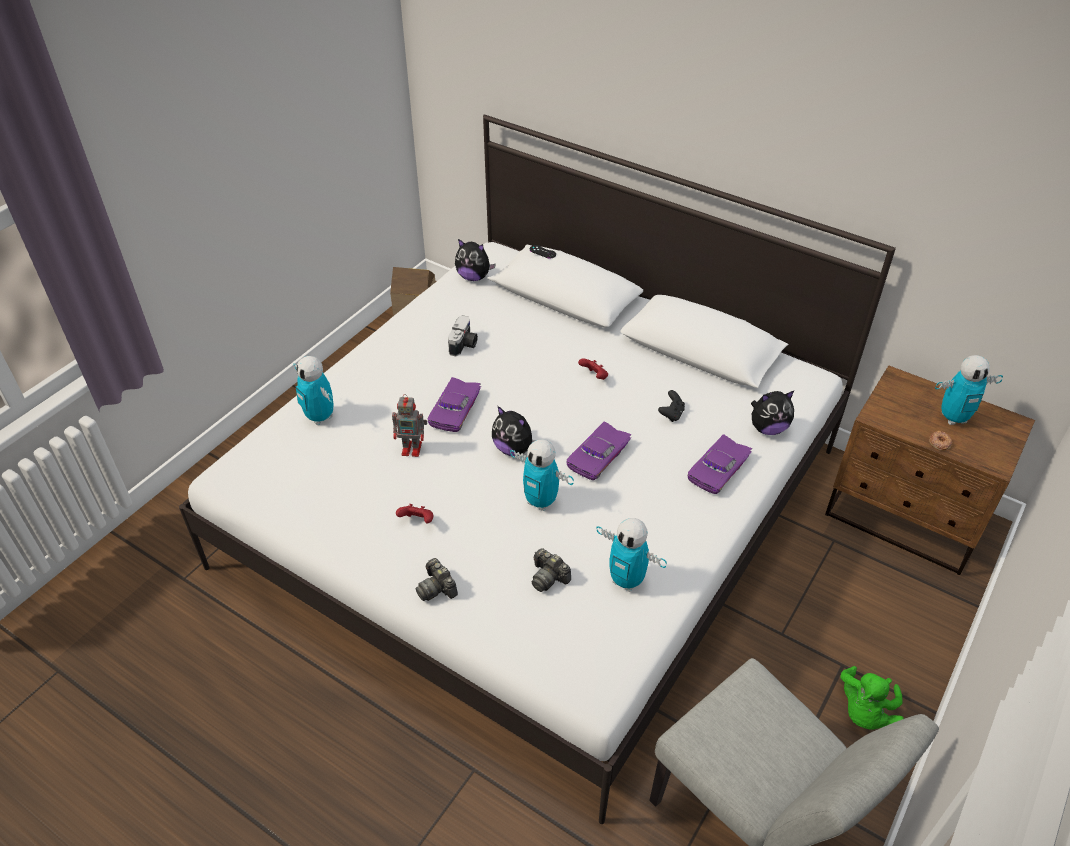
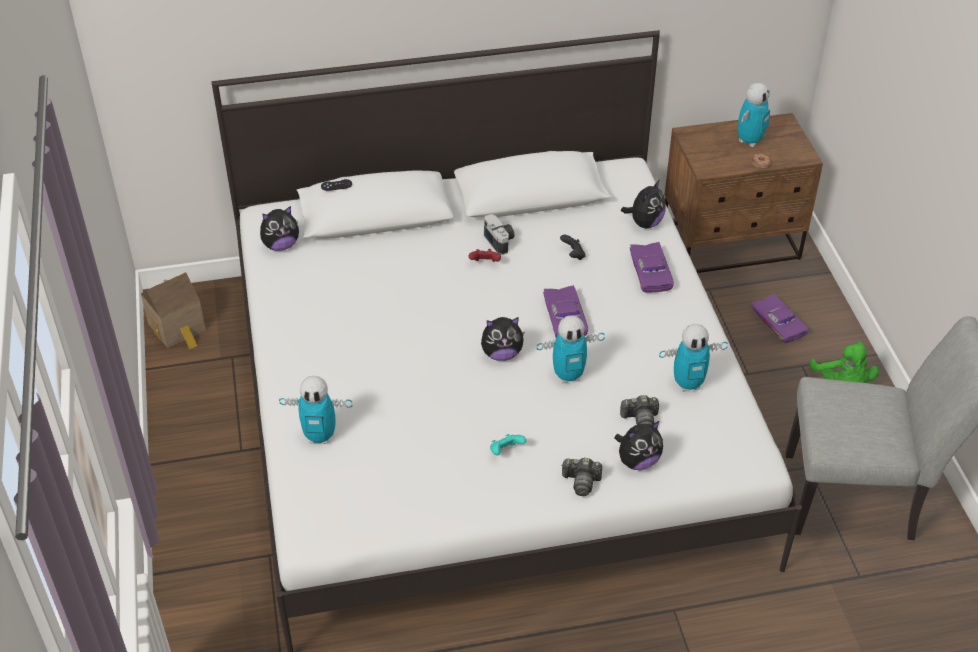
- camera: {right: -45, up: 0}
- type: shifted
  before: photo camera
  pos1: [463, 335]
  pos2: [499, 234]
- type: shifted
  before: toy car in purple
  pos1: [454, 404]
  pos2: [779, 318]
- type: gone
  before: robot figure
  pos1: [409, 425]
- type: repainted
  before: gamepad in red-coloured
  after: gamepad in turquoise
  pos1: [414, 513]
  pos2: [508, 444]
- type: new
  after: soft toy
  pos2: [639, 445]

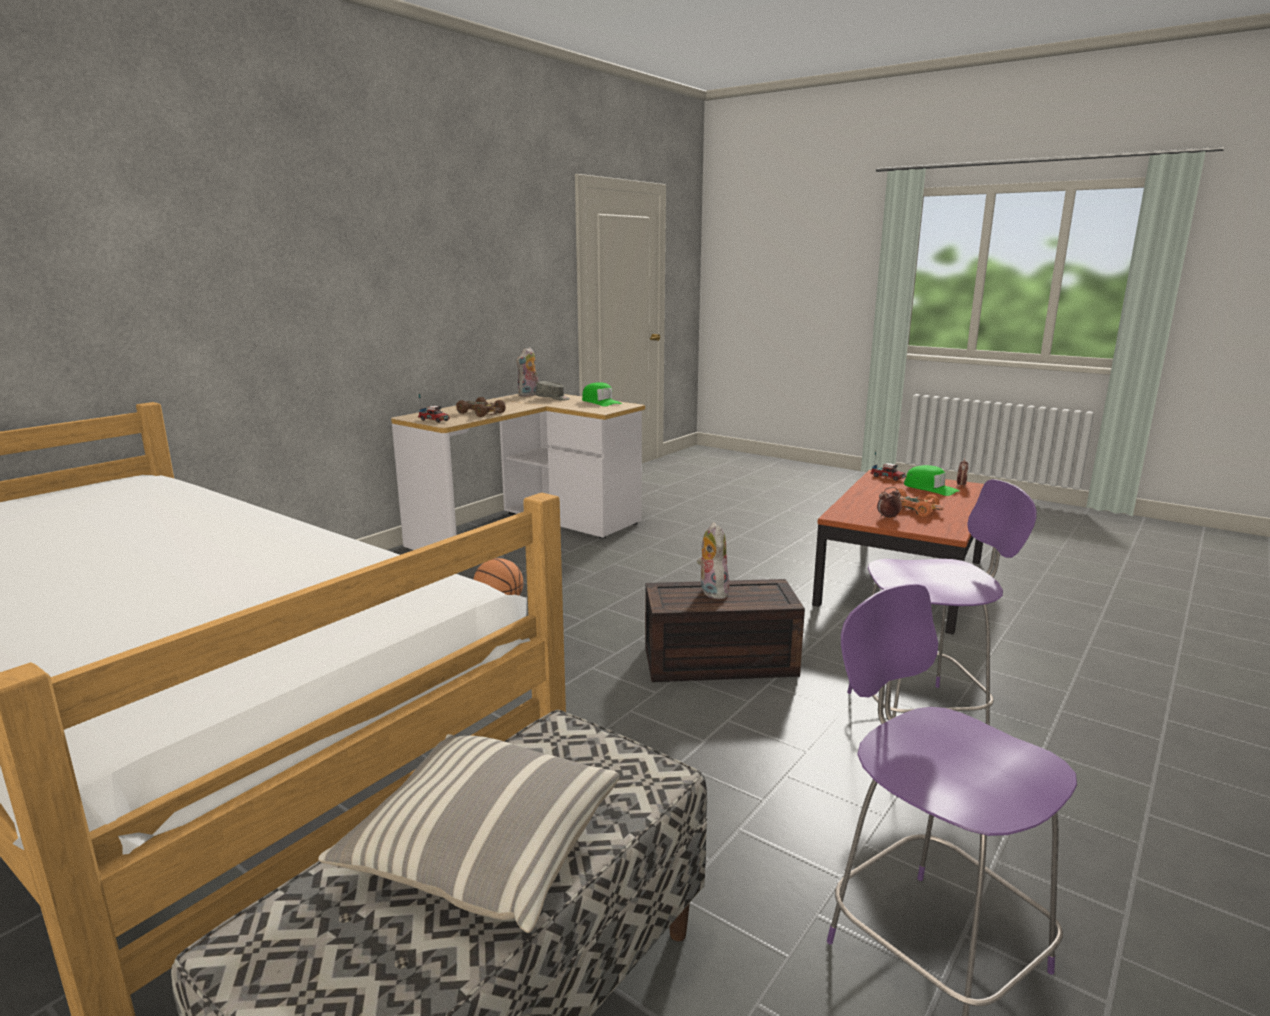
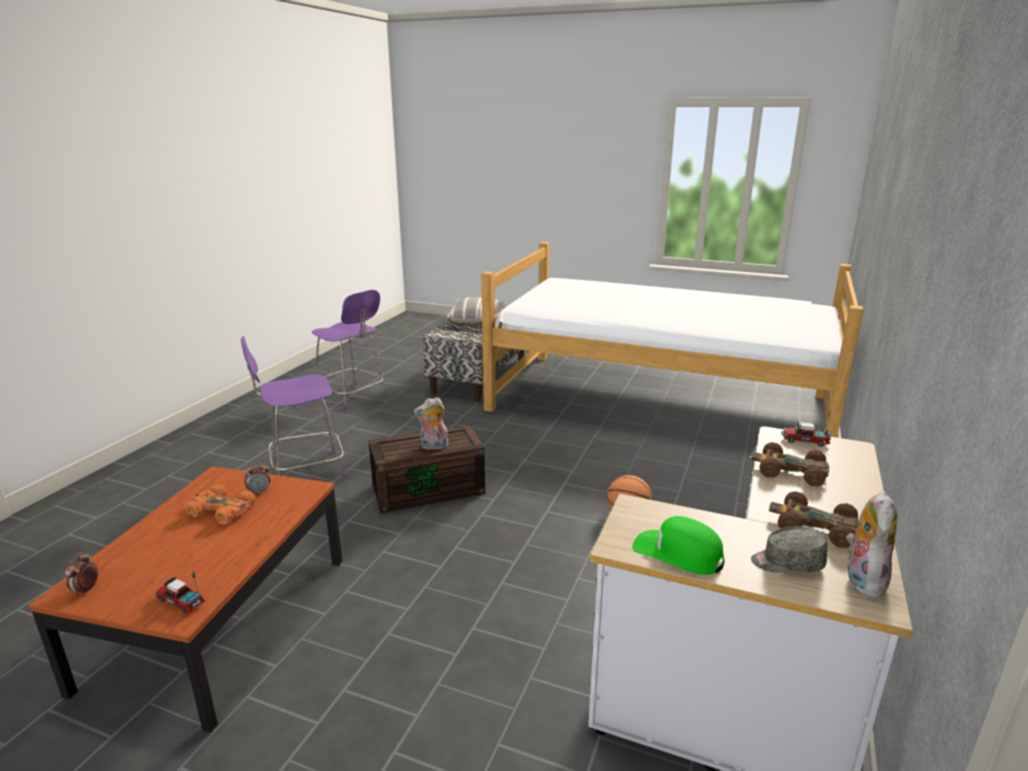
- camera: {right: 165, up: 5}
- type: gone
  before: baseball cap in green
  pos1: [932, 480]
- type: rotated
  before: soft toy
  pos1: [713, 560]
  pos2: [431, 423]
  turn: 105
- type: new
  after: toy car in brownish
  pos2: [814, 519]

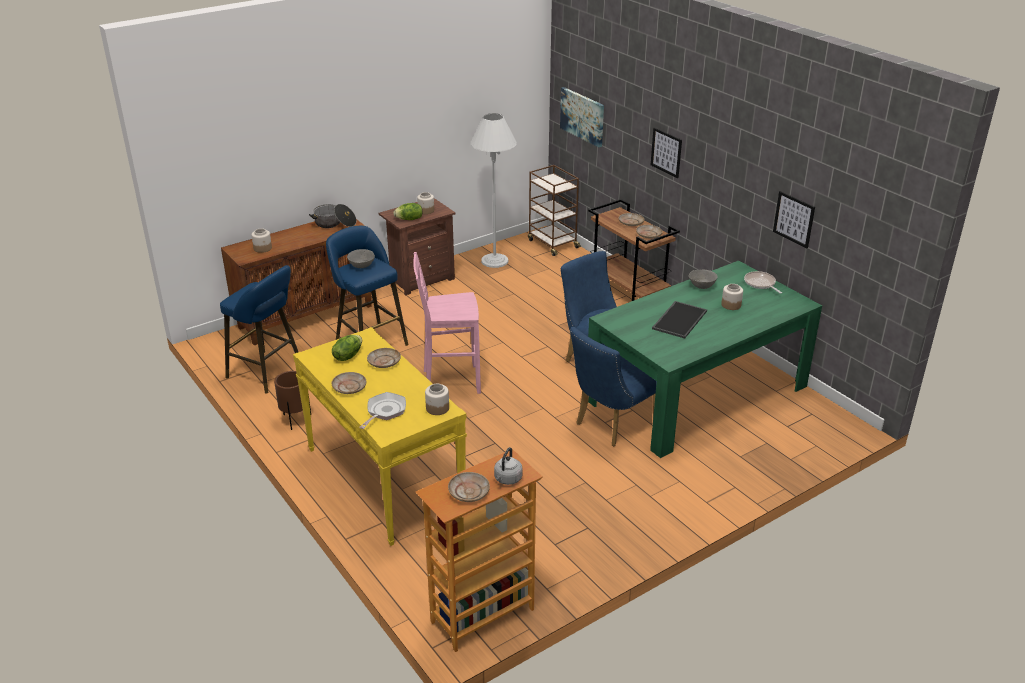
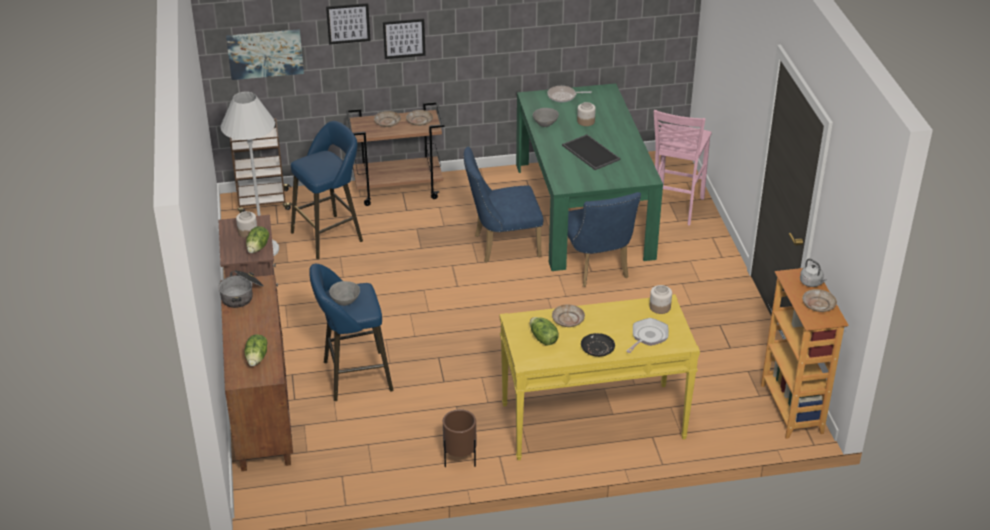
- camera: {right: -65, up: 5}
- type: shifted
  before: wall art
  pos1: [794, 220]
  pos2: [348, 24]
- type: swapped
  before: preserve jar
  after: head of lettuce
  pos1: [261, 240]
  pos2: [256, 350]
- type: shifted
  before: stool in pink-coloured
  pos1: [447, 323]
  pos2: [683, 167]
- type: shifted
  before: stool in bluish
  pos1: [259, 329]
  pos2: [327, 190]
- type: repainted
  before: flat dish in beige
  after: flat dish in black
  pos1: [349, 383]
  pos2: [598, 345]
- type: rotated
  before: skillet
  pos1: [382, 410]
  pos2: [647, 335]
  turn: 75

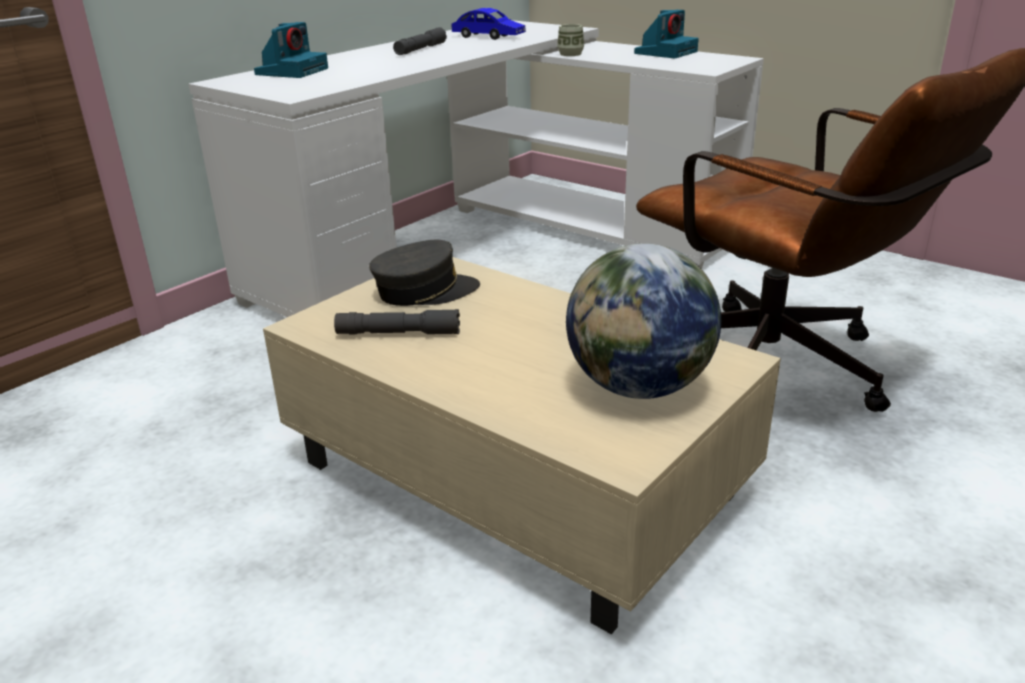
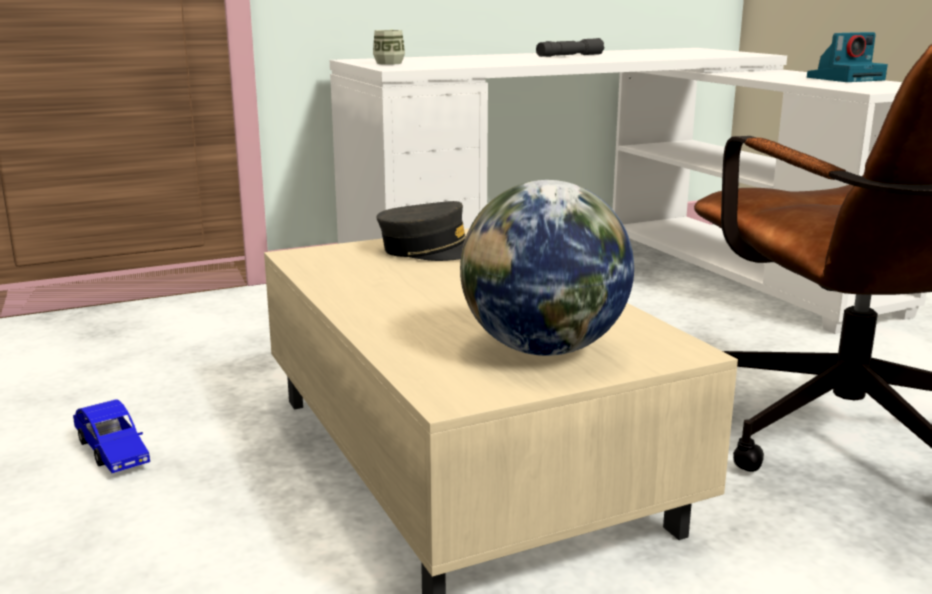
- camera: {right: 25, up: -10}
- type: shifted
  before: toy car in bluish
  pos1: [488, 24]
  pos2: [111, 436]
- type: gone
  before: photo camera
  pos1: [291, 50]
- type: shifted
  before: small cup
  pos1: [570, 40]
  pos2: [389, 47]
- type: gone
  before: flashlight in grey
  pos1: [397, 322]

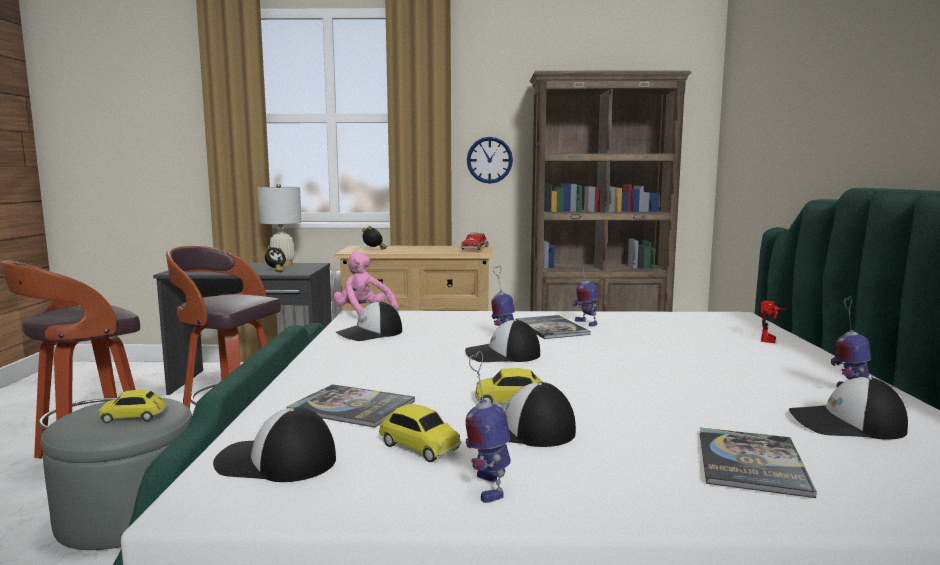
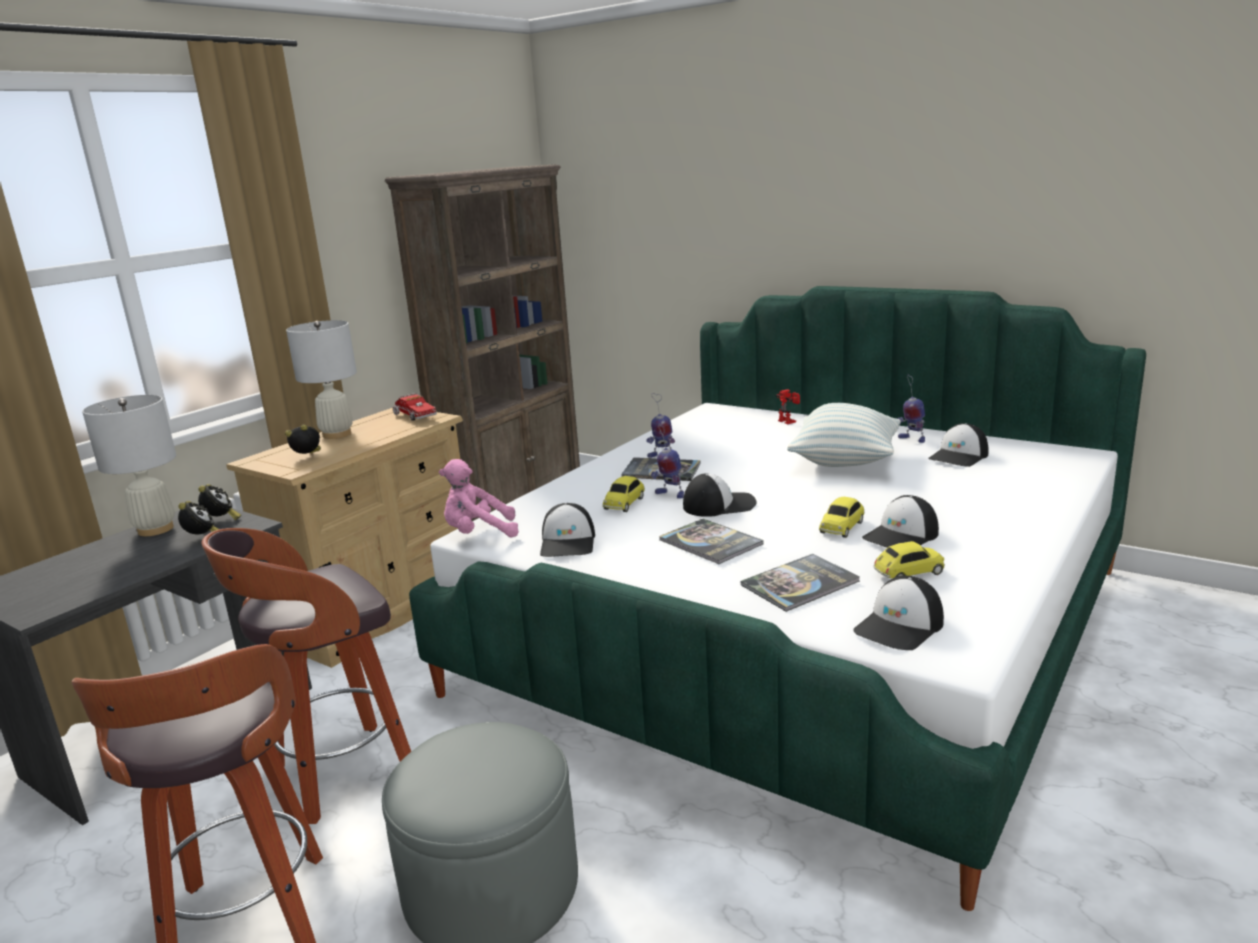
- camera: {right: -55, up: 10}
- type: gone
  before: clock on the wall
  pos1: [490, 160]
- type: rotated
  before: baseball cap
  pos1: [502, 341]
  pos2: [720, 495]
  turn: -135
- type: gone
  before: robot figure
  pos1: [488, 427]
- type: shifted
  before: toy car
  pos1: [132, 406]
  pos2: [624, 494]
- type: shifted
  before: volume
  pos1: [758, 463]
  pos2: [711, 541]
- type: new
  after: lamp for a table in white
  pos2: [321, 379]
- type: new
  after: throw pillow
  pos2: [844, 435]
- type: new
  after: table clock
  pos2: [219, 502]

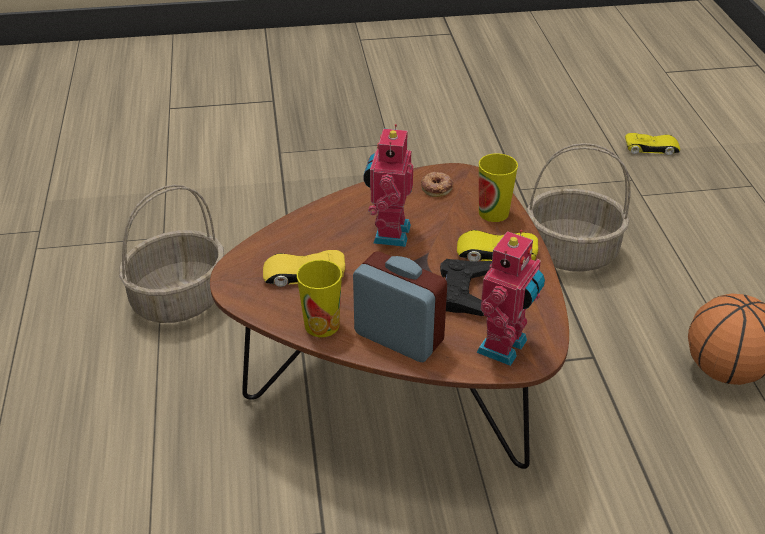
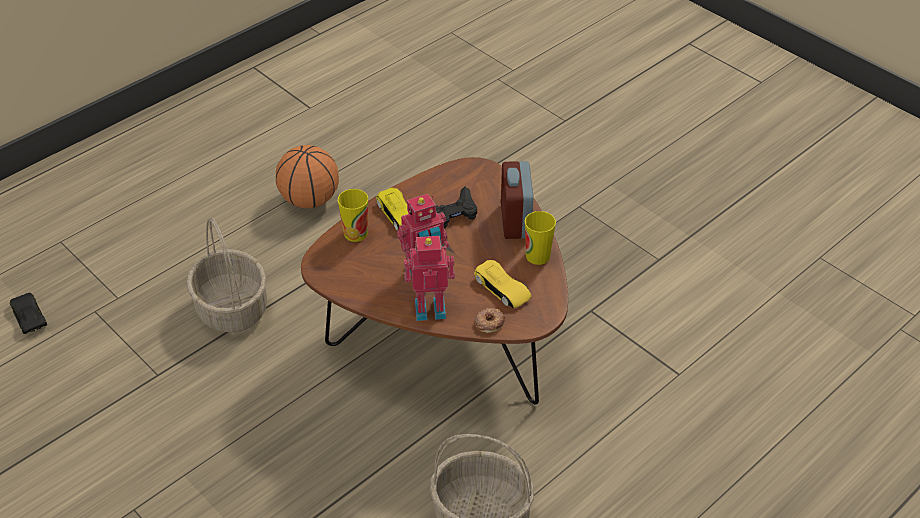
- camera: {right: -125, up: 5}
- type: repainted
  before: toy car in yellow-coloured
  after: toy car in black
  pos1: [652, 144]
  pos2: [28, 313]
- type: shifted
  before: ring doughnut
  pos1: [437, 184]
  pos2: [490, 320]
- type: shifted
  before: robot figure
  pos1: [510, 298]
  pos2: [429, 278]

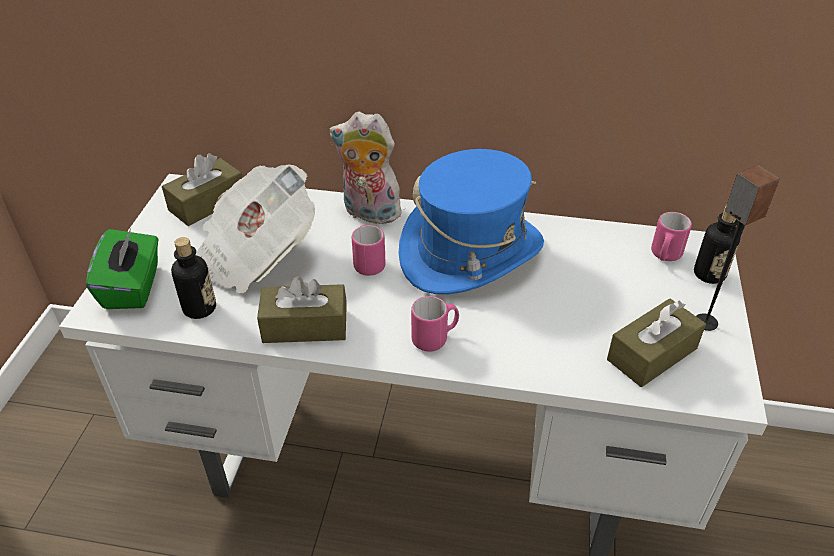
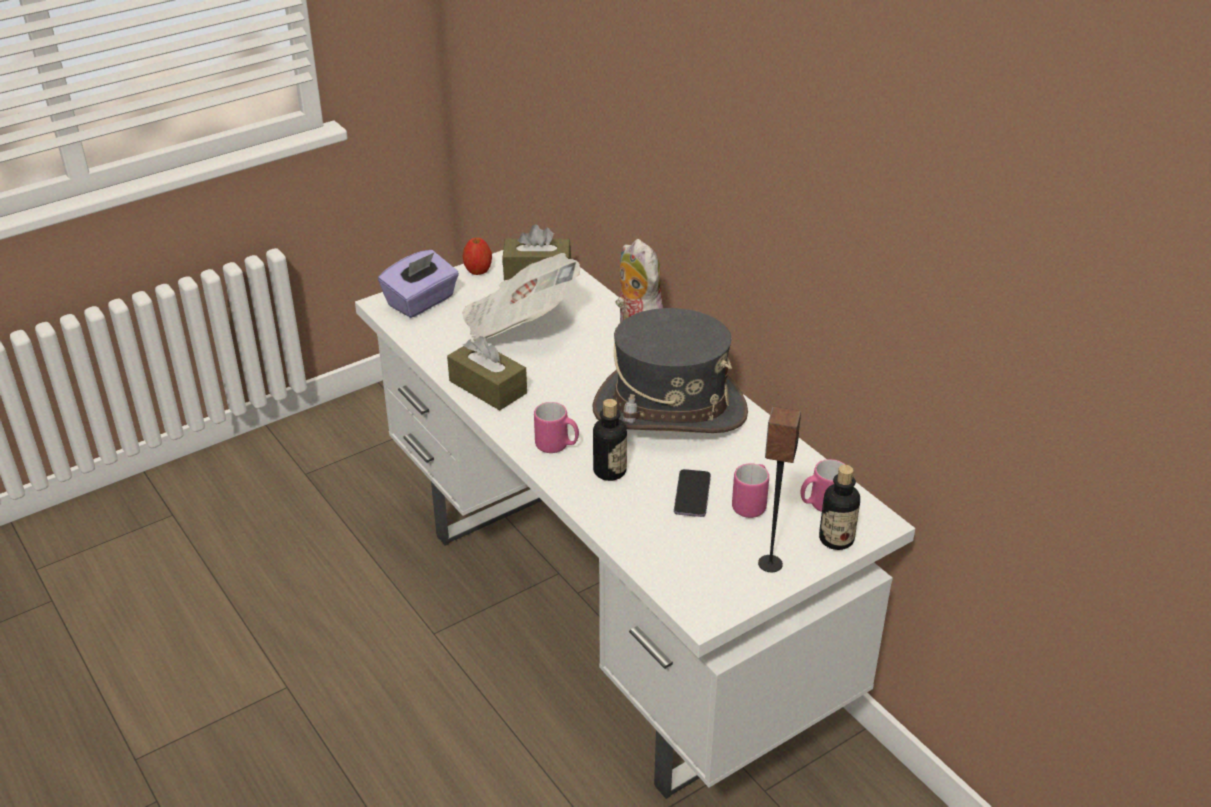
- camera: {right: 45, up: -5}
- type: repainted
  before: wearable hat in bluish
  after: wearable hat in grey
  pos1: [471, 221]
  pos2: [670, 370]
- type: shifted
  before: mug in pink-coloured
  pos1: [369, 250]
  pos2: [750, 490]
- type: repainted
  before: tissue holder in green
  after: tissue holder in purple
  pos1: [122, 268]
  pos2: [418, 284]
- type: shifted
  before: bottle
  pos1: [193, 278]
  pos2: [610, 440]
- type: gone
  before: tissue holder in brownish
  pos1: [656, 342]
- type: new
  after: whole apple
  pos2: [477, 256]
- type: new
  after: handset
  pos2: [692, 493]

